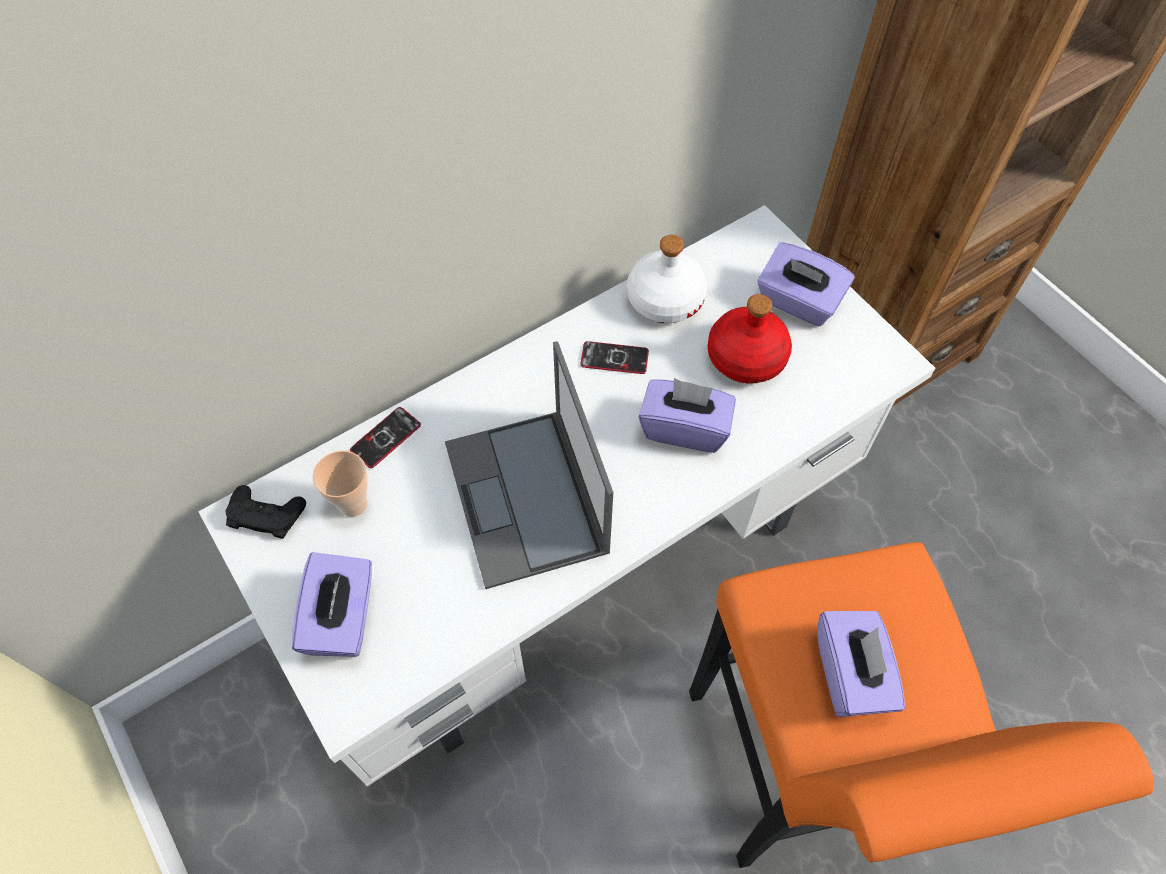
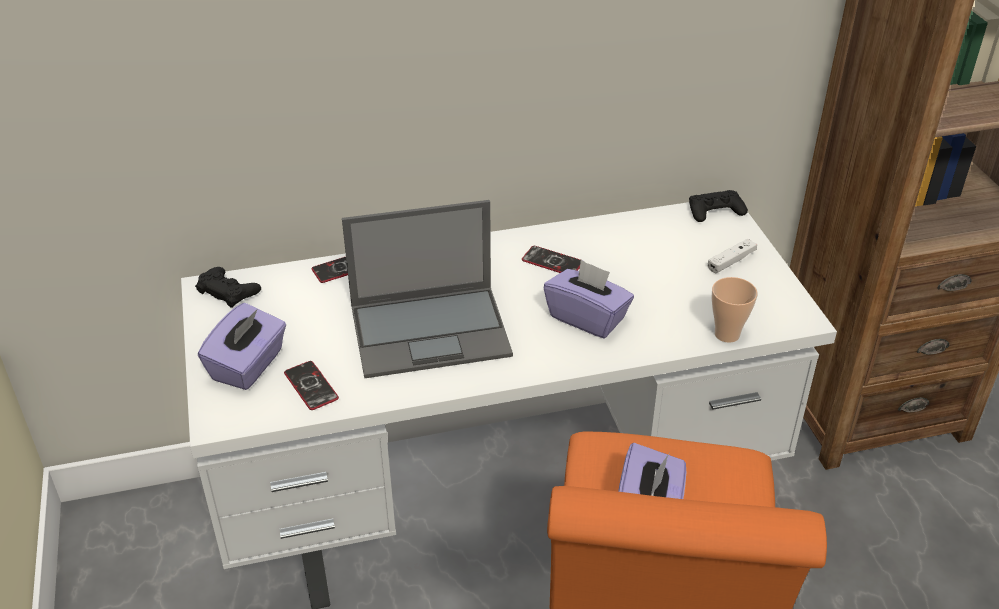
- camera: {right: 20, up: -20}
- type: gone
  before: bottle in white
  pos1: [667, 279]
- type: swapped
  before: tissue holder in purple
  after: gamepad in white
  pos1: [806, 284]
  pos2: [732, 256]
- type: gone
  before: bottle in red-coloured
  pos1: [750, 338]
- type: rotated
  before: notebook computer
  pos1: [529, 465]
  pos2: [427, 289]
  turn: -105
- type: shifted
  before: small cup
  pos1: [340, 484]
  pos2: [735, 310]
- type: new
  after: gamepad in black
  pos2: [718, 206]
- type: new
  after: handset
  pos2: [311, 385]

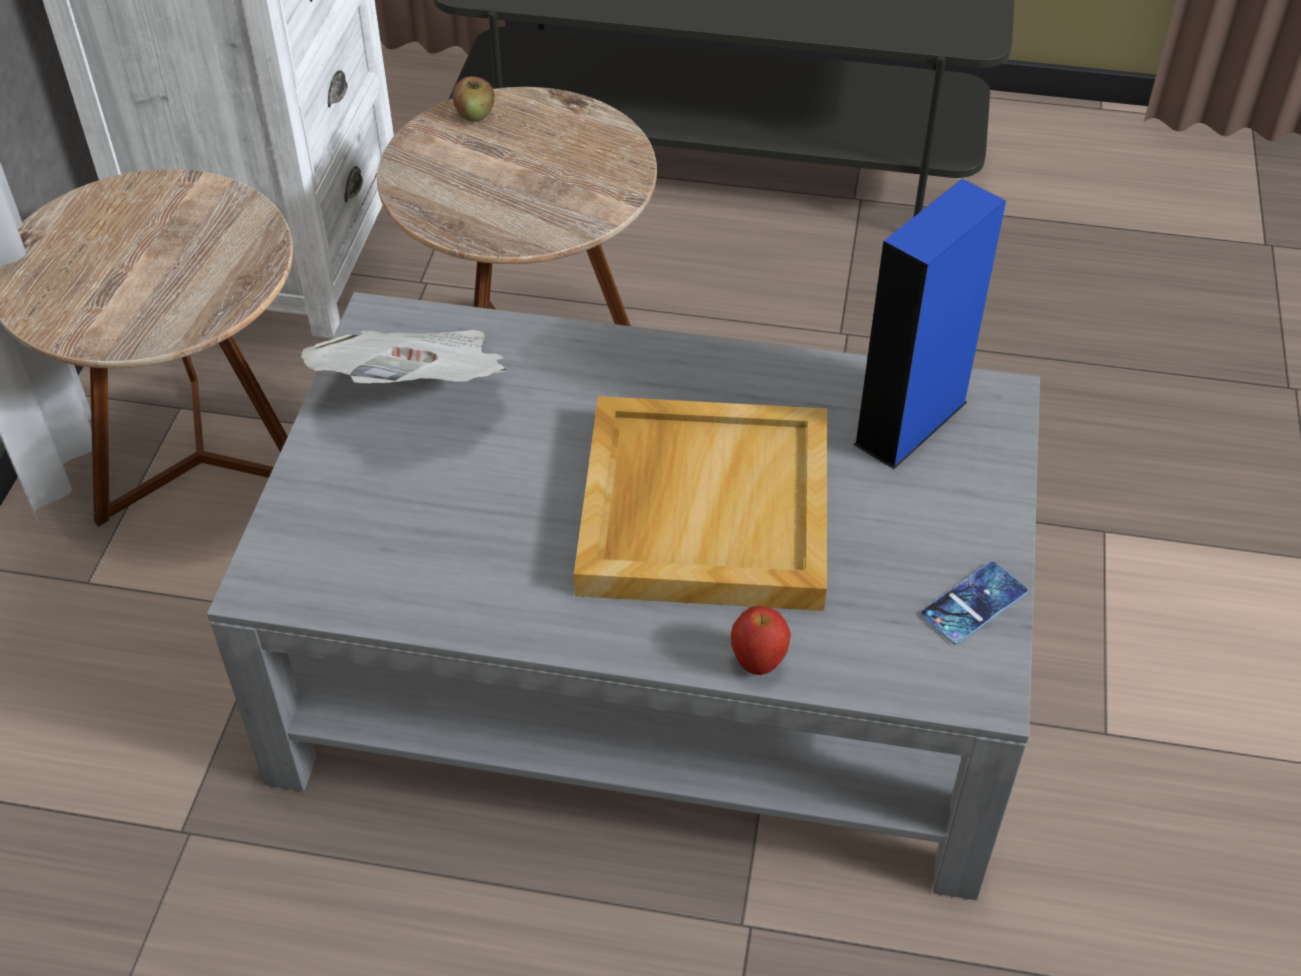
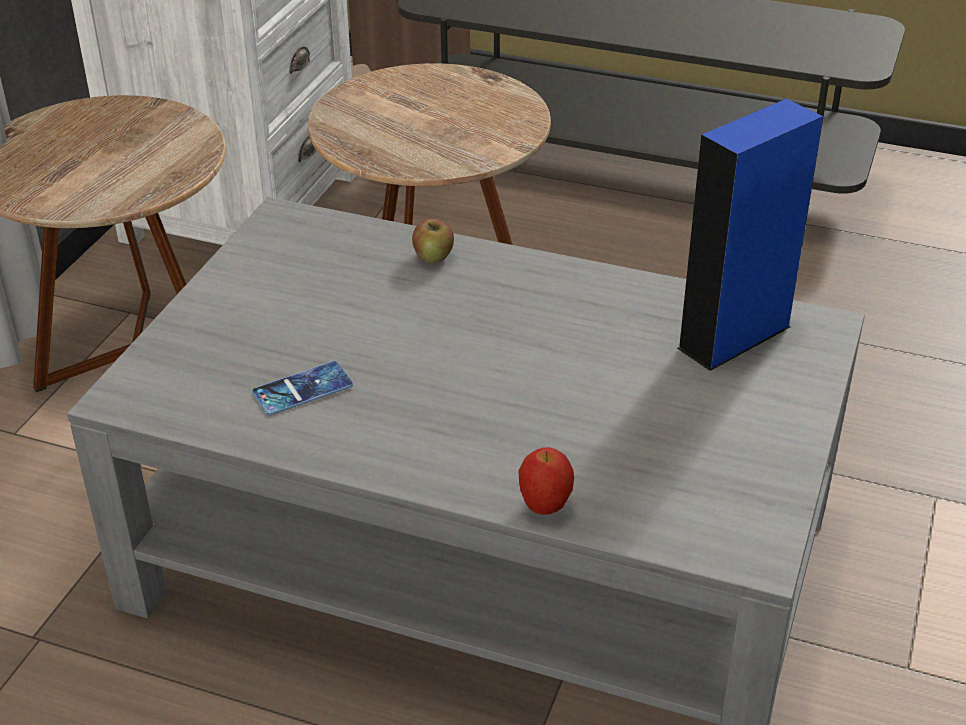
- camera: {right: 10, up: -10}
- type: shifted
  before: whole apple
  pos1: [473, 99]
  pos2: [433, 241]
- type: gone
  before: daily paper
  pos1: [403, 356]
- type: gone
  before: serving tray in beige
  pos1: [700, 503]
- type: shifted
  before: handset
  pos1: [974, 603]
  pos2: [302, 388]

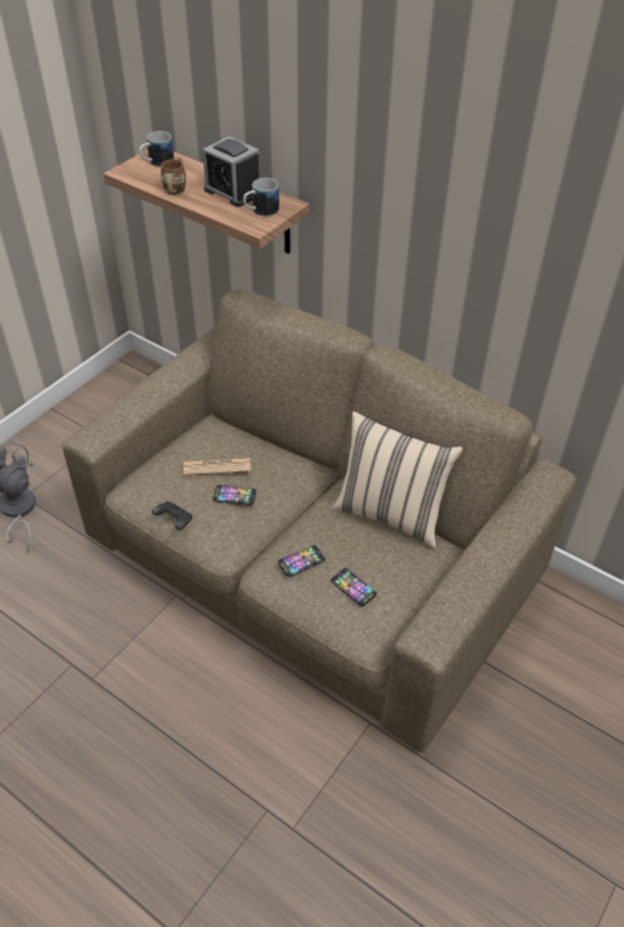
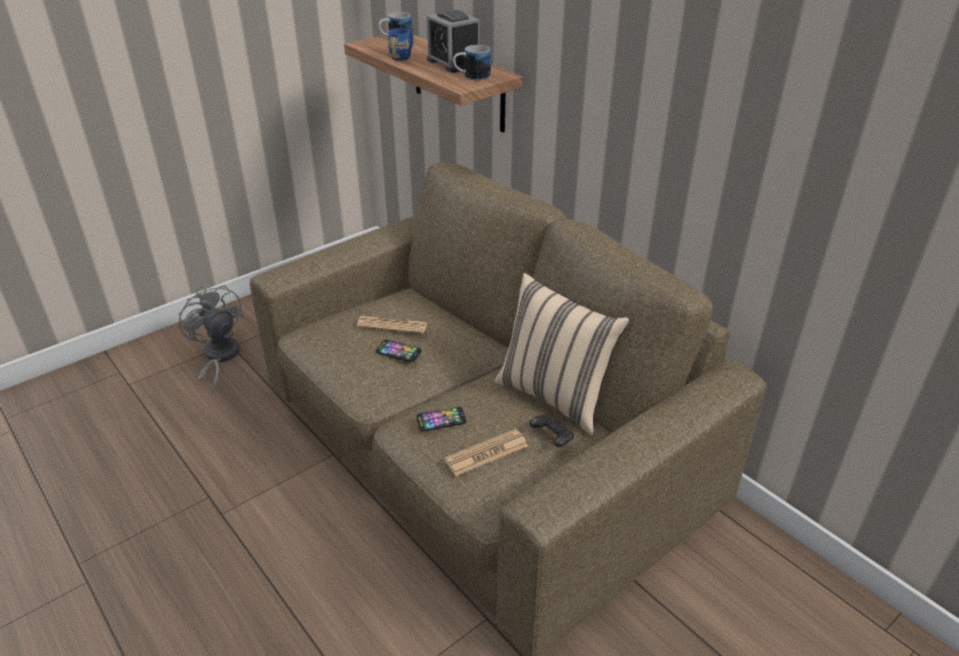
- camera: {right: 15, up: -10}
- type: repainted
  before: mug in brownish
  after: mug in bluish
  pos1: [173, 176]
  pos2: [400, 44]
- type: shifted
  before: gamepad in black
  pos1: [172, 515]
  pos2: [551, 431]
- type: swapped
  before: handset
  after: daily paper
  pos1: [354, 587]
  pos2: [486, 452]

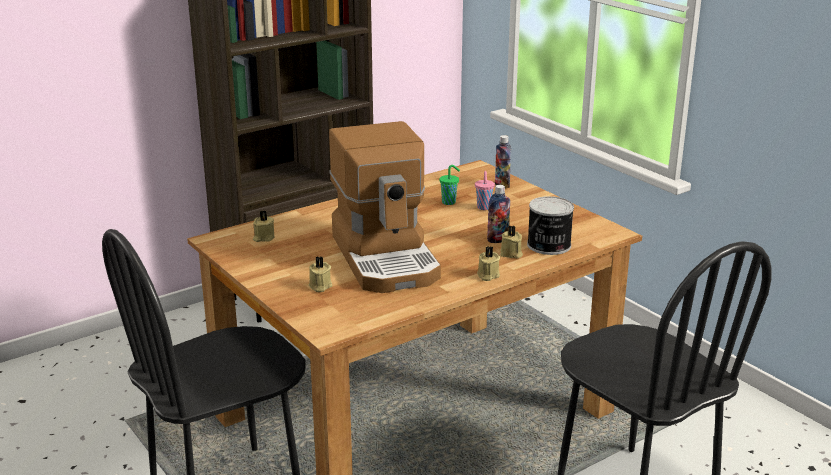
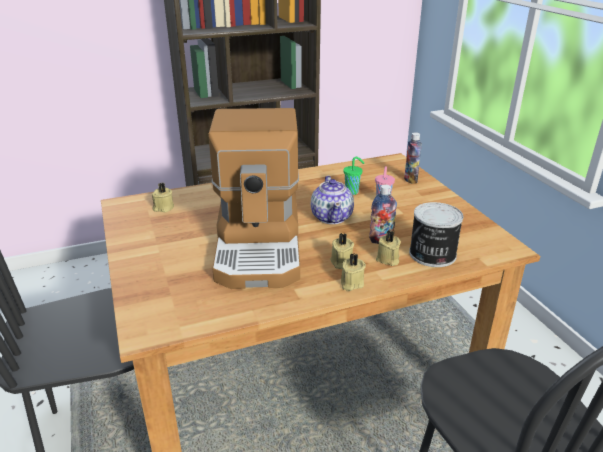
- camera: {right: 15, up: 5}
- type: shifted
  before: candle in beige
  pos1: [320, 274]
  pos2: [342, 251]
- type: new
  after: tea pot
  pos2: [332, 200]

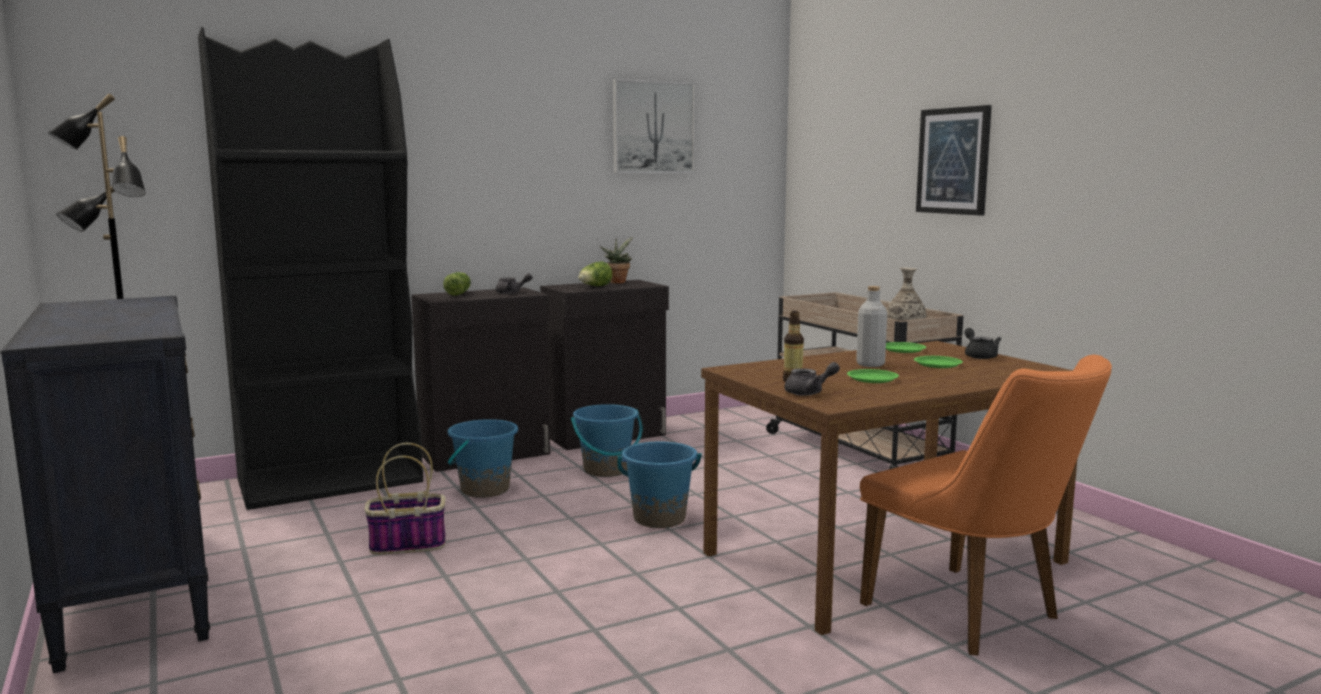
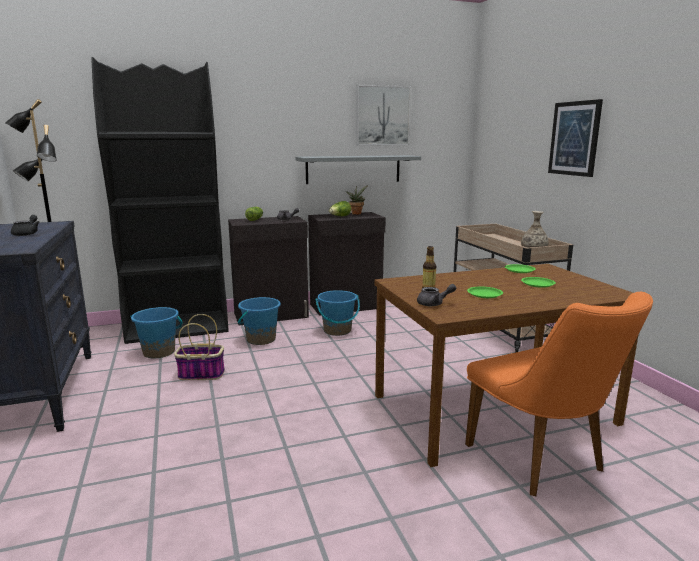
- camera: {right: 10, up: 5}
- type: gone
  before: bottle in grey
  pos1: [871, 326]
- type: shifted
  before: tea pot in black
  pos1: [982, 343]
  pos2: [25, 225]
- type: shifted
  before: water bucket in bluish
  pos1: [659, 484]
  pos2: [156, 332]
- type: new
  after: bracket shelf in grey
  pos2: [358, 169]

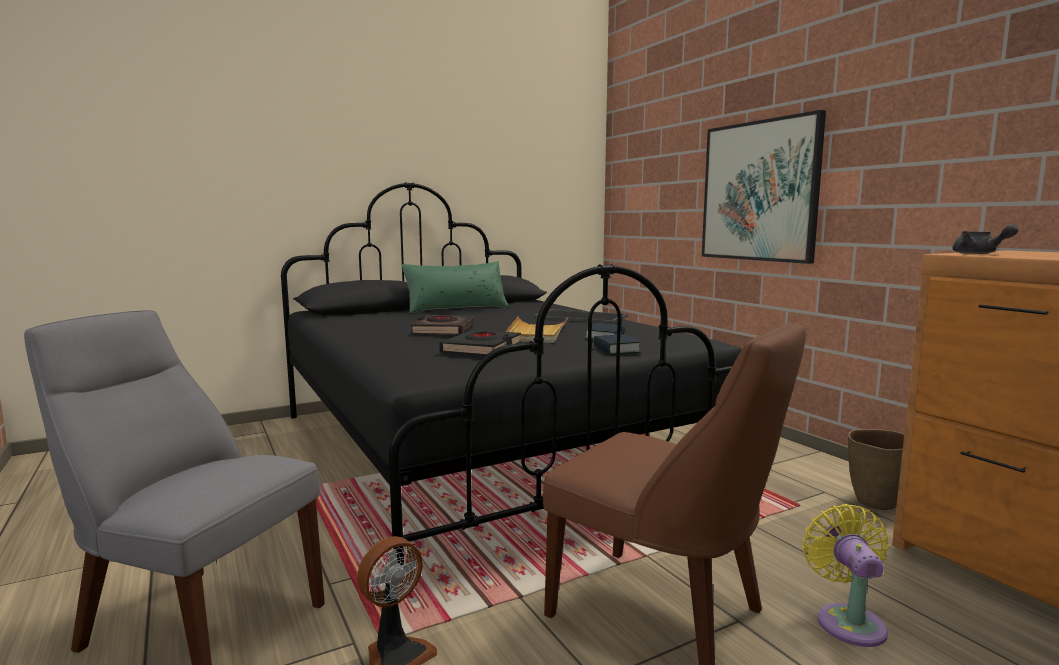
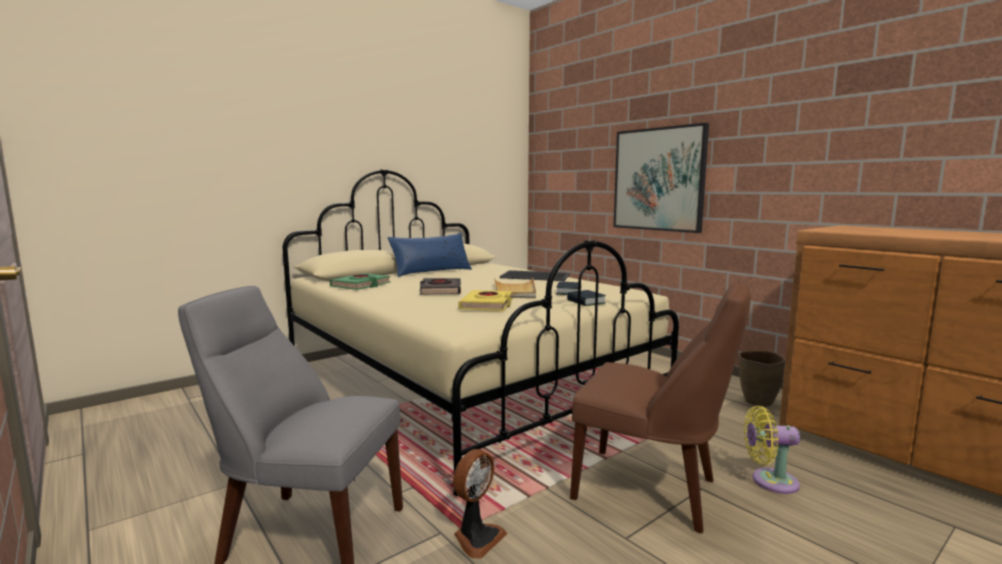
- camera: {right: -10, up: 0}
- type: repainted
  before: sleeping bed in black
  after: sleeping bed in beige
  pos1: [511, 373]
  pos2: [481, 332]
- type: gone
  before: tea pot in grey
  pos1: [985, 239]
- type: repainted
  before: throw pillow in green
  after: throw pillow in bluish
  pos1: [455, 287]
  pos2: [429, 255]
- type: repainted
  before: volume in black
  after: volume in yellow-coloured
  pos1: [480, 343]
  pos2: [485, 300]
- type: rotated
  before: fan in yellow-coloured
  pos1: [846, 575]
  pos2: [772, 450]
  turn: -75
- type: new
  after: volume in green
  pos2: [359, 281]

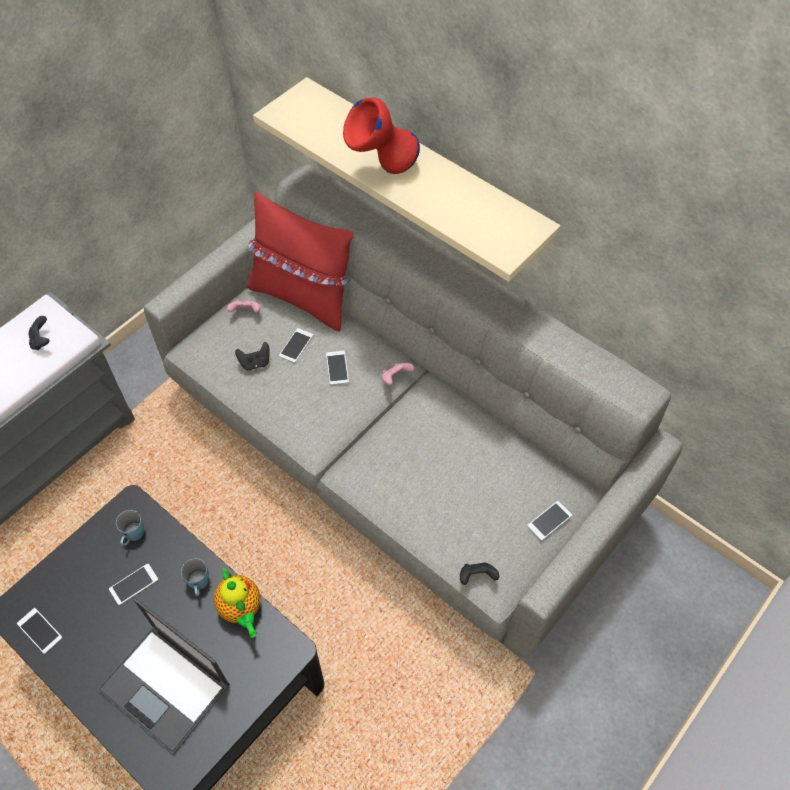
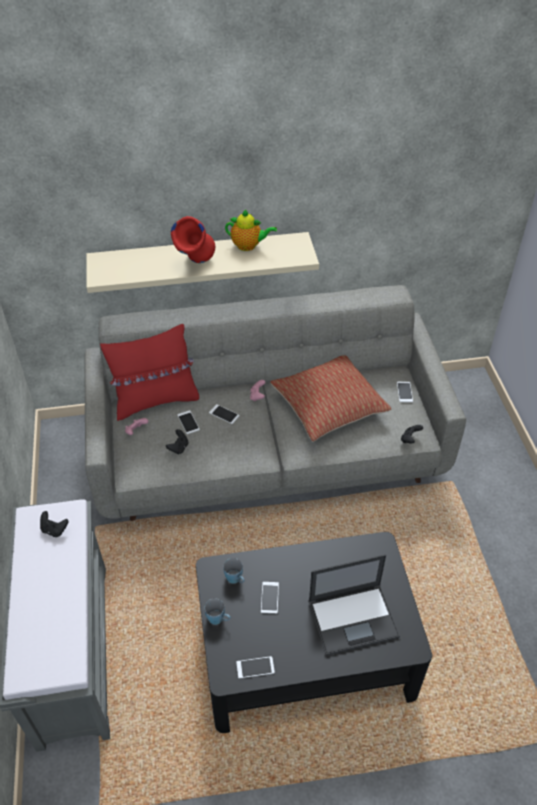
- camera: {right: -50, up: -10}
- type: shifted
  before: mug in bluish
  pos1: [195, 577]
  pos2: [217, 612]
- type: shifted
  before: tea pot
  pos1: [237, 603]
  pos2: [251, 230]
- type: new
  after: throw pillow
  pos2: [331, 398]

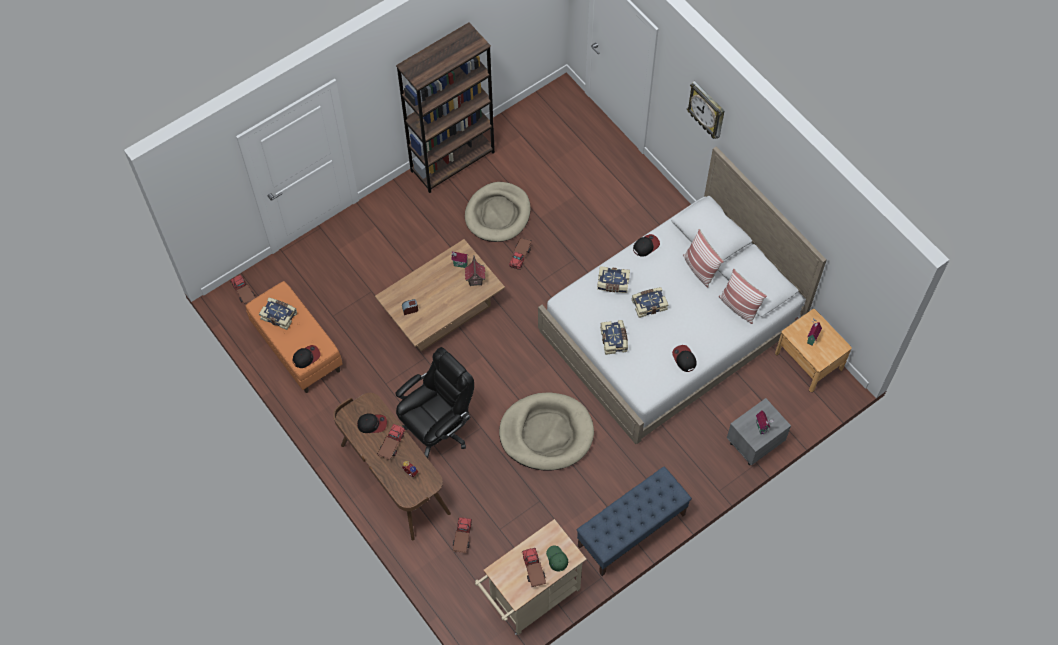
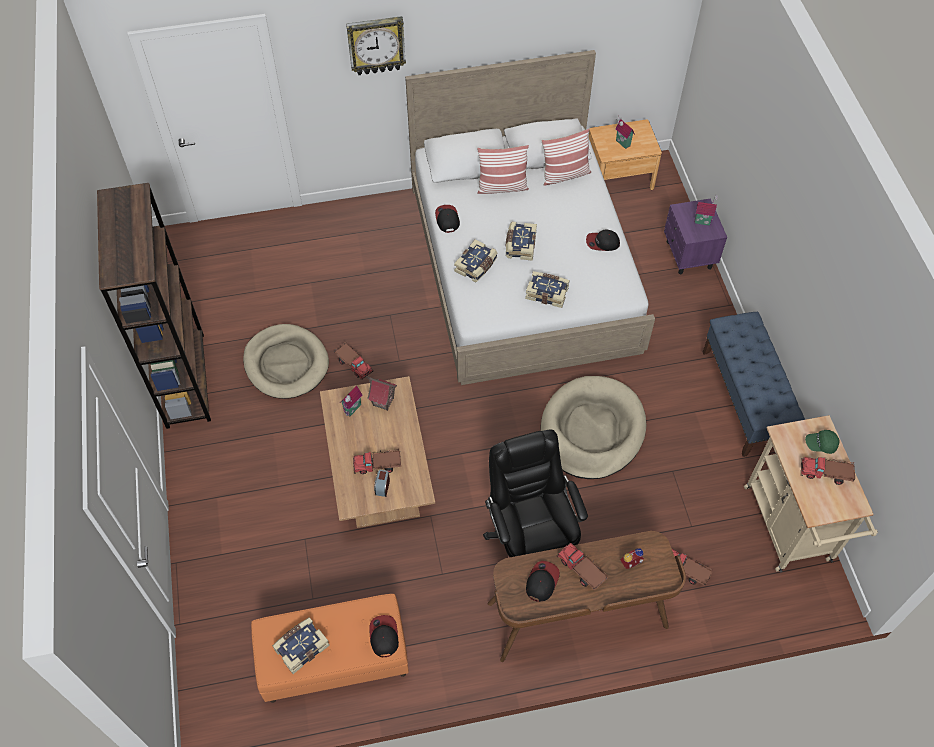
- camera: {right: -65, up: -5}
- type: shifted
  before: model truck
  pos1: [242, 290]
  pos2: [377, 461]
- type: repainted
  before: nightstand in grey
  after: nightstand in purple
  pos1: [759, 431]
  pos2: [695, 236]

